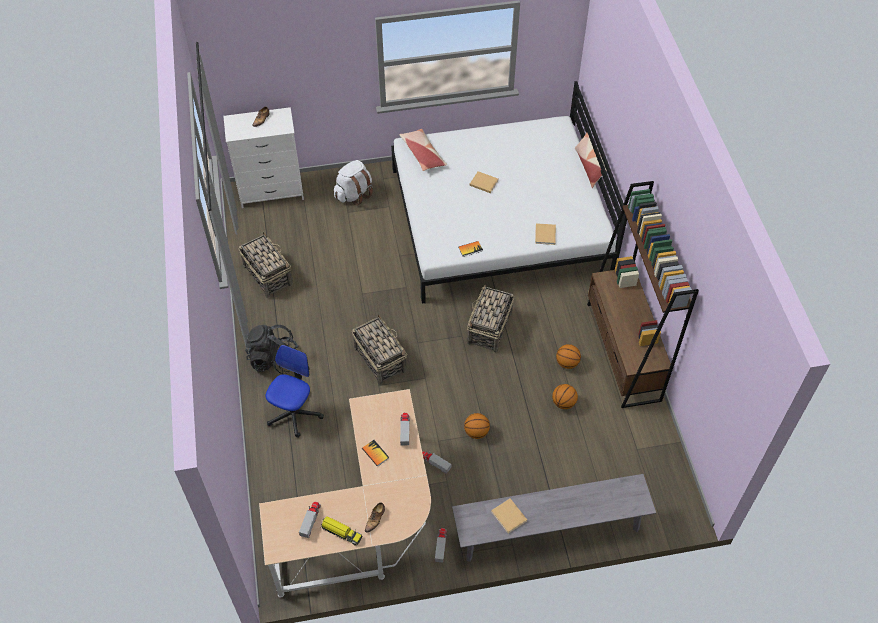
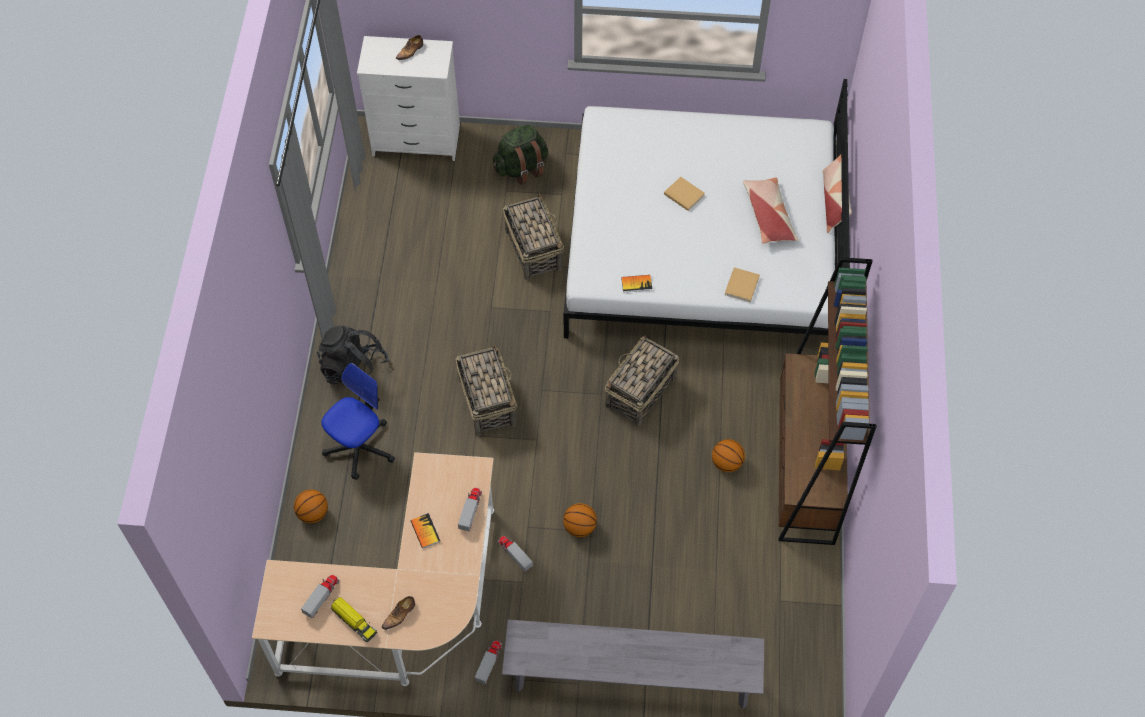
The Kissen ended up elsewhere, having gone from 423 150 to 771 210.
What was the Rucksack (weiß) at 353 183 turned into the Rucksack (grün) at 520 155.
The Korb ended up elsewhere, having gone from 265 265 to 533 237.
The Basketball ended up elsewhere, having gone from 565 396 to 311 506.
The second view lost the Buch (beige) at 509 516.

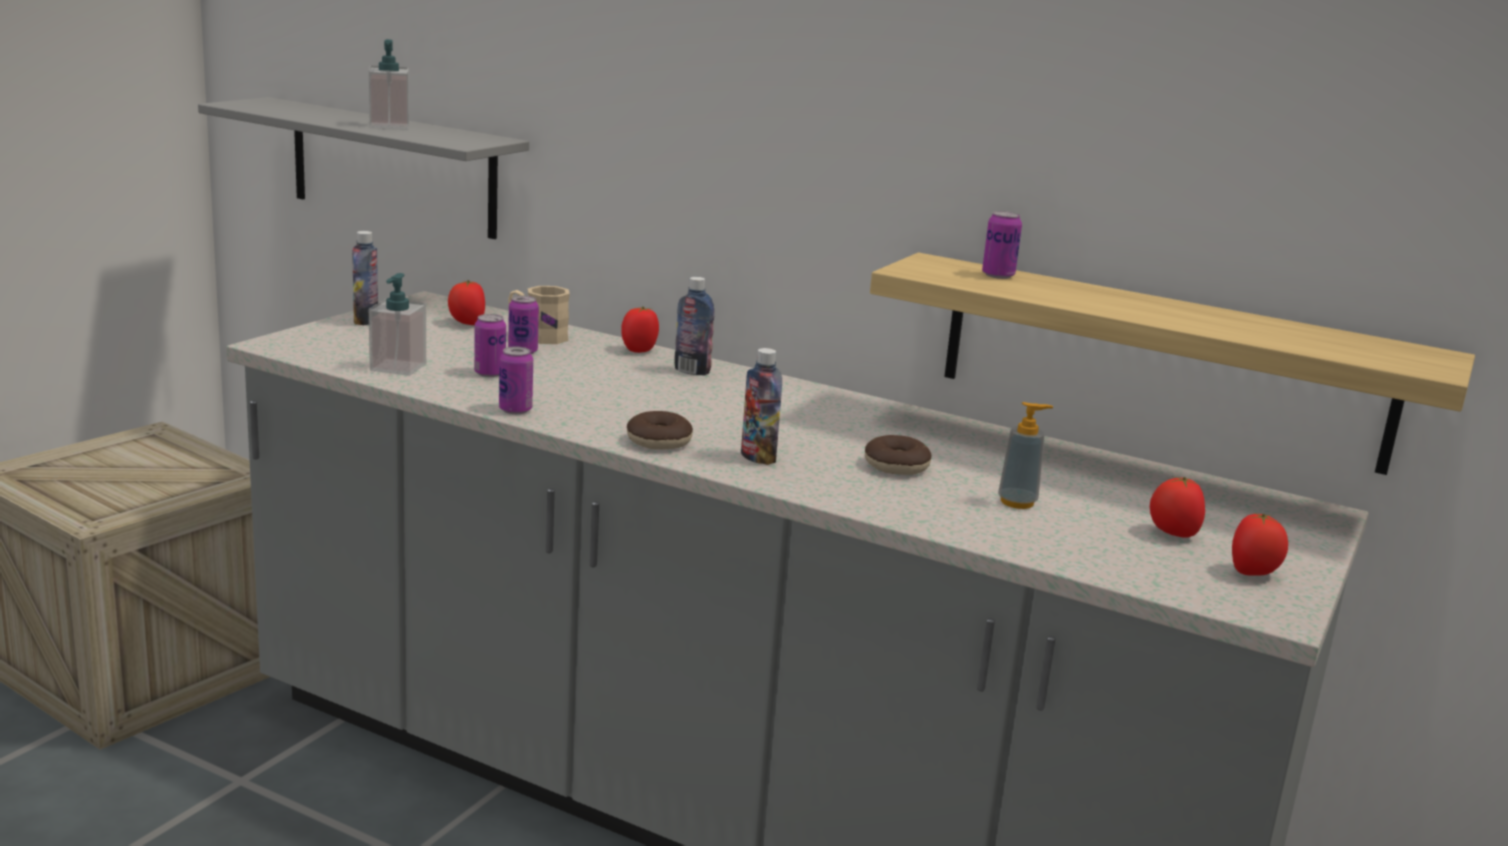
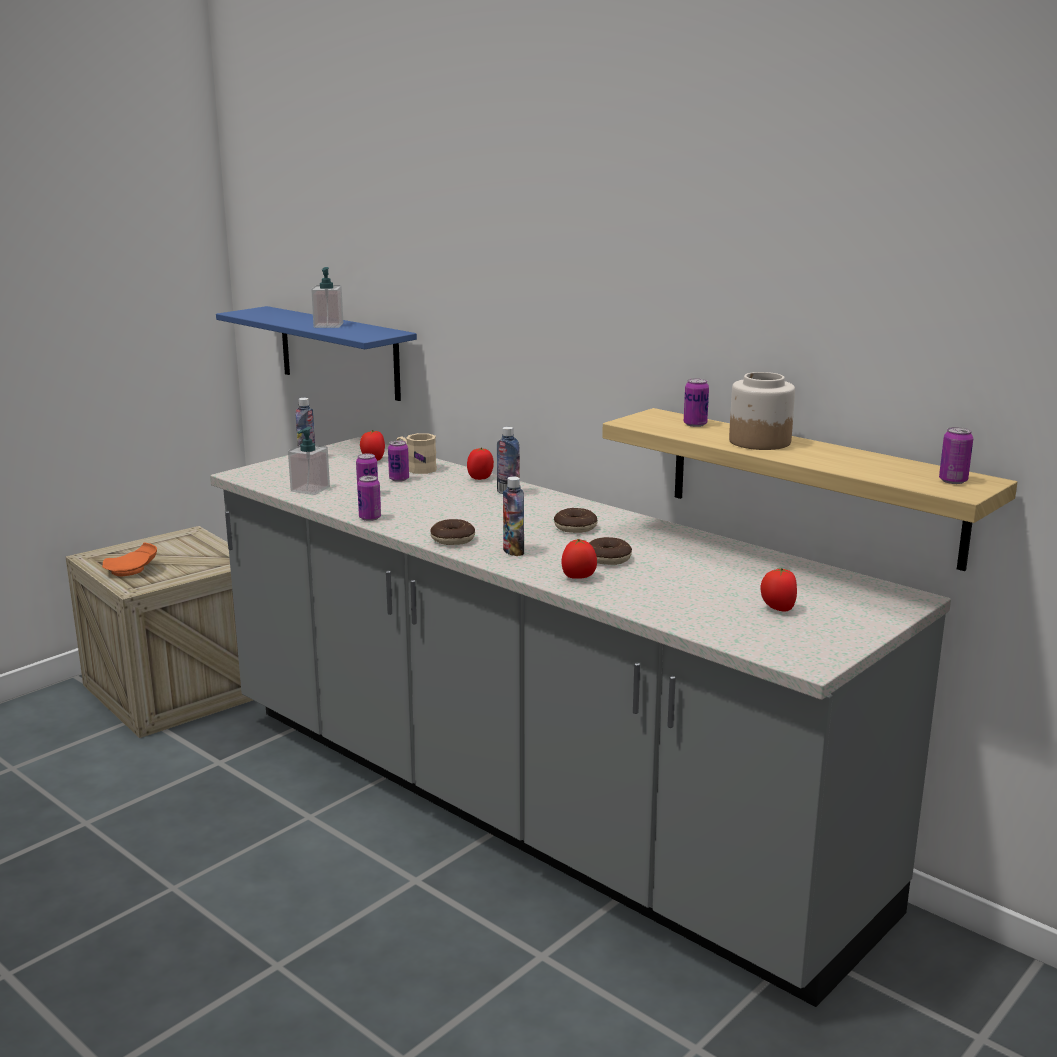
What was the Wandregal (grau) at 363 168 turned into the Wandregal (blau) at 316 353.
The second view lost the Seifenspender at 1025 455.
The Tomate ended up elsewhere, having gone from 1260 544 to 579 559.
The second view gained the Vorratsglas at 762 411.
The second view gained the Dose at 956 455.
The second view gained the Donut at 575 520.
The second view gained the Teller (orange) at 129 559.

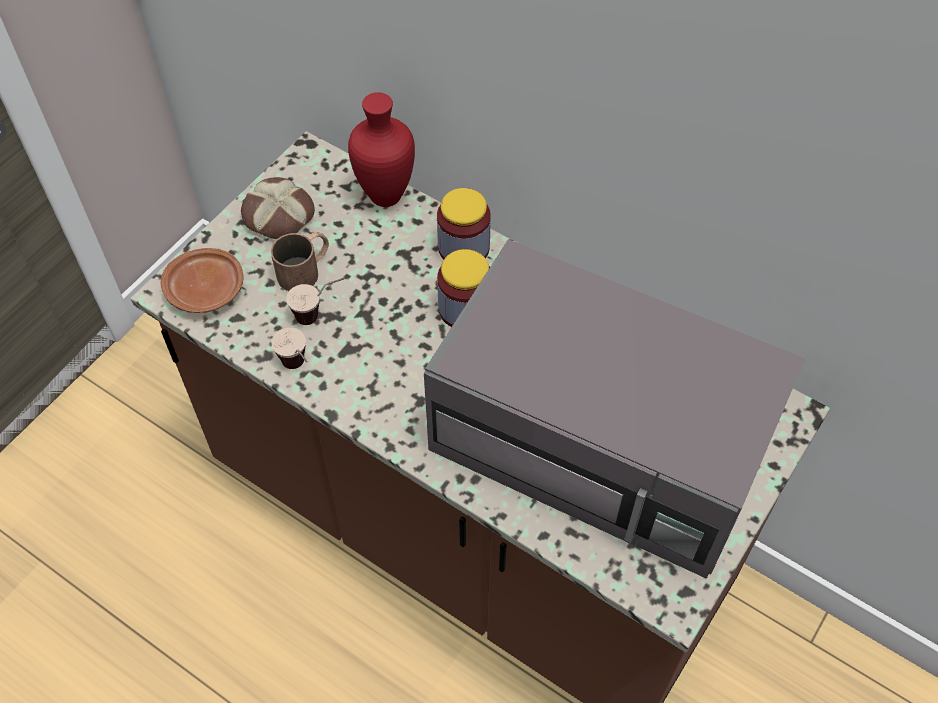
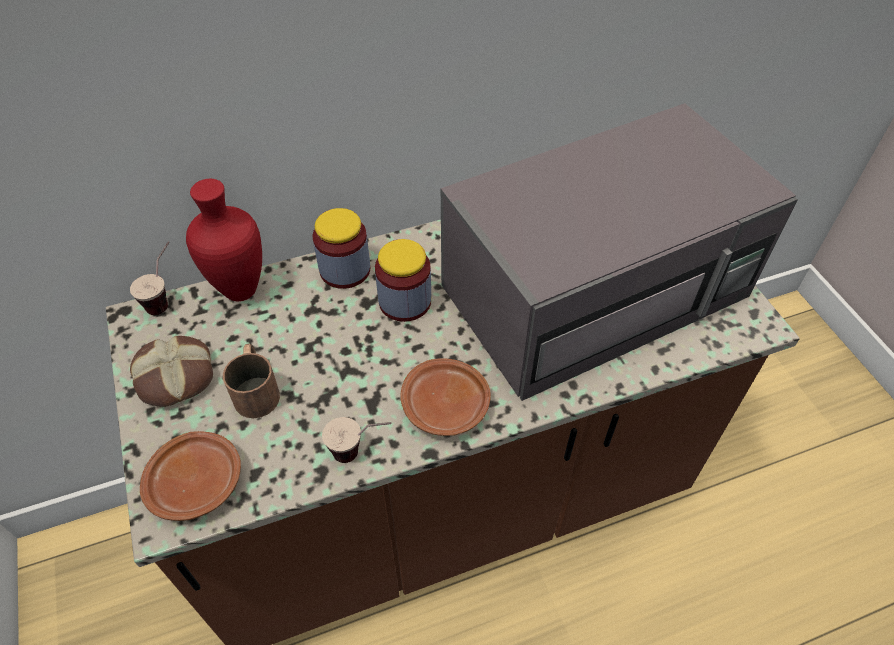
The Tasse ended up elsewhere, having gone from 316 301 to 150 278.
The second view gained the Teller (braun) at 445 397.

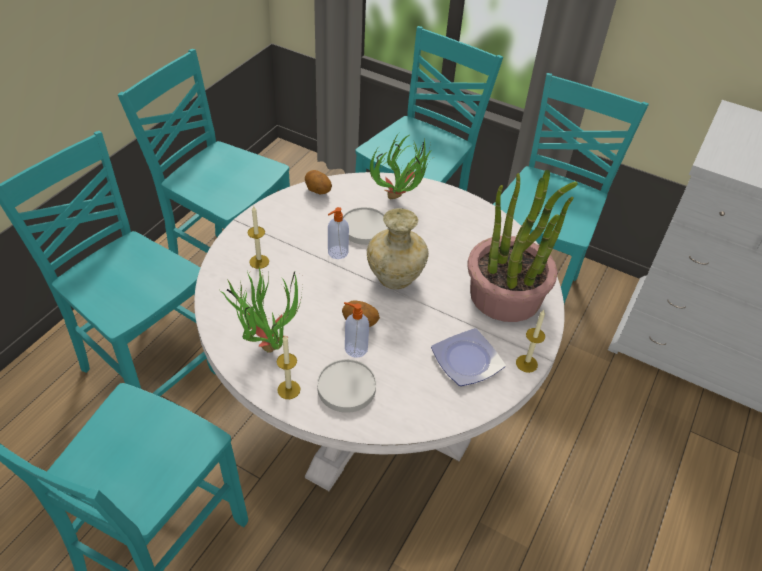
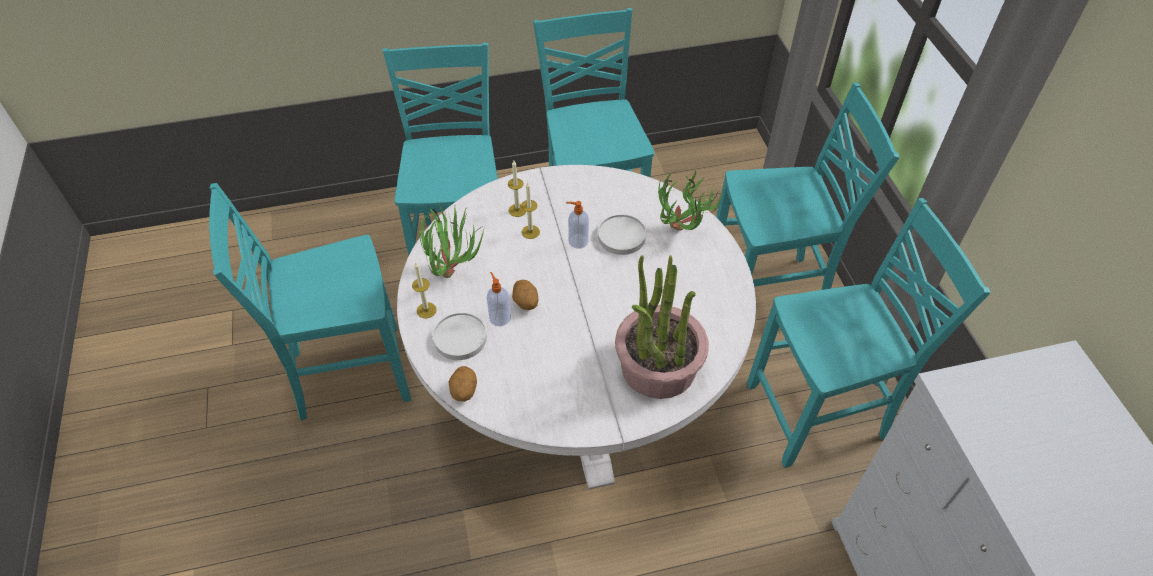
The Kartoffel ended up elsewhere, having gone from 318 182 to 463 384.
The second view lost the Vase (beige) at 398 248.
The Kerze ended up elsewhere, having gone from 530 341 to 530 211.
The second view lost the Teller at 468 357.

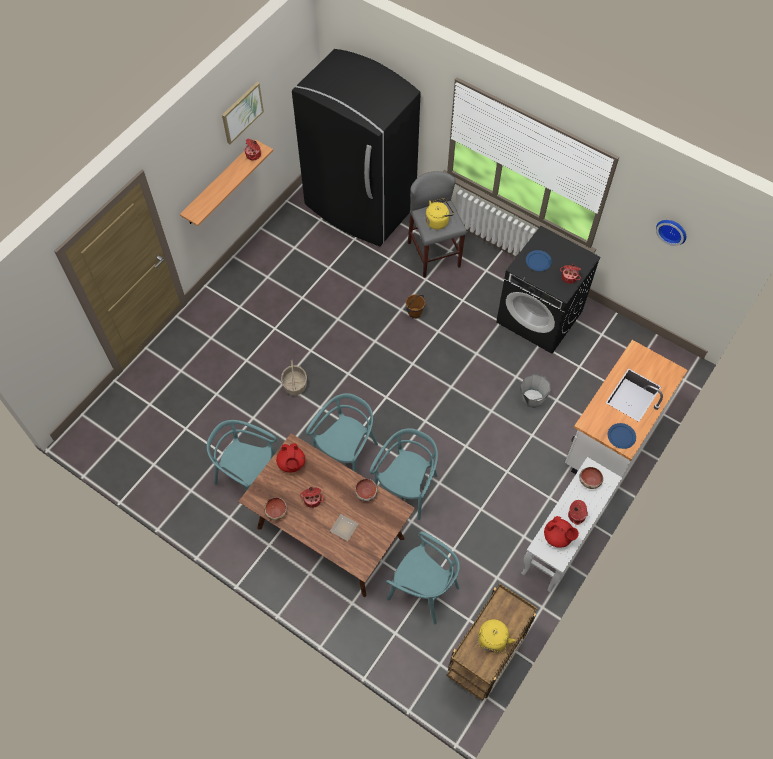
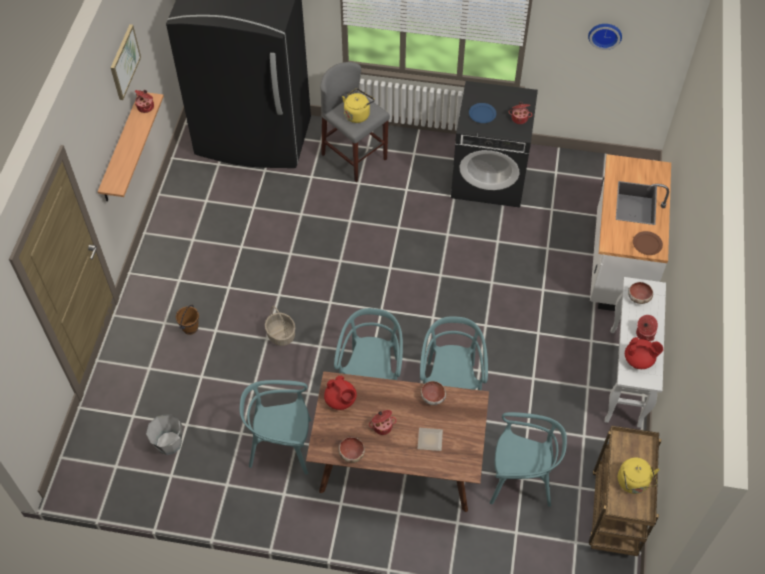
The Eimer (braun) ended up elsewhere, having gone from 415 306 to 187 320.
The Eimer (grau) ended up elsewhere, having gone from 536 391 to 164 434.
What was the Teller (blau) at 622 436 turned into the Teller (braun) at 648 243.

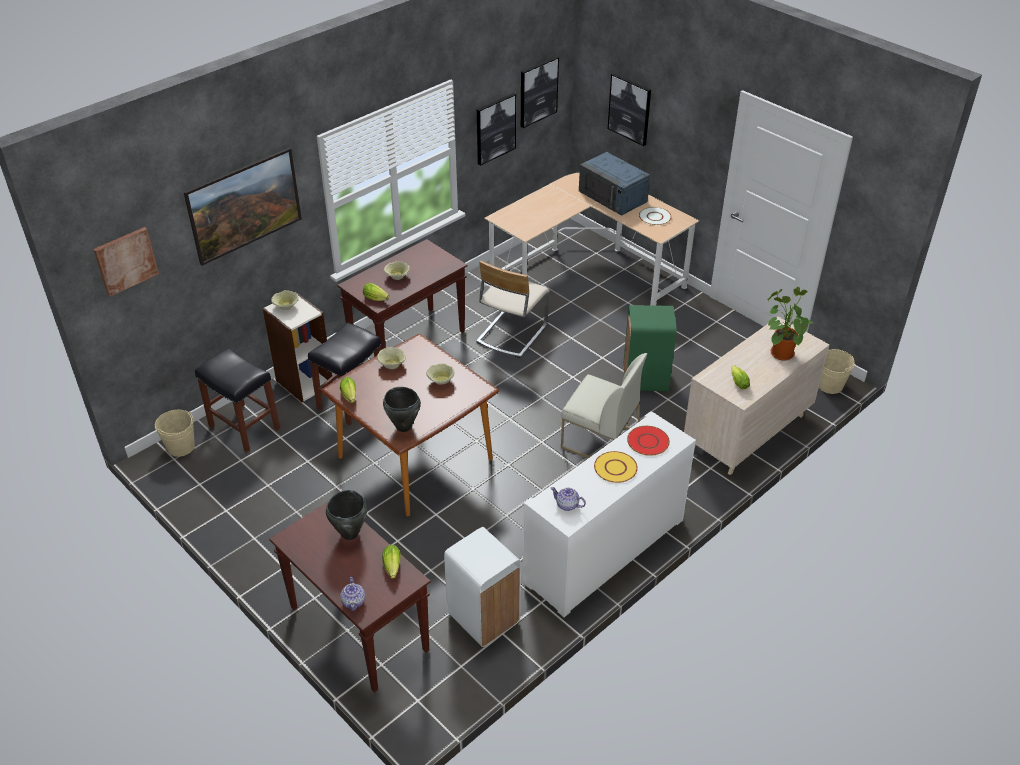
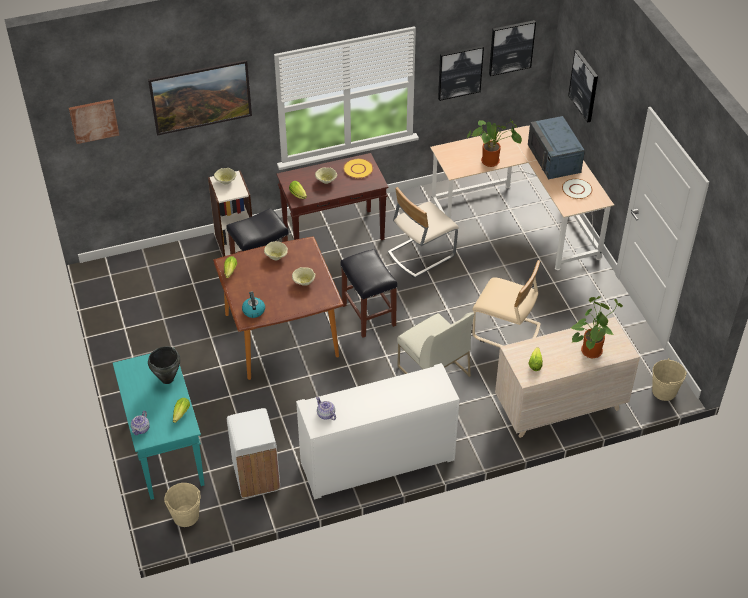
Where the Mülleimer (grün) stood at 650 348, the Stuhl (beige) came to stand at 506 304.
The Hocker (schwarz) ended up elsewhere, having gone from 237 400 to 369 293.
Where the Kochtopf (schwarz) stood at 402 409, the Wasserkessel came to stand at 253 304.
The Eimer (beige) ended up elsewhere, having gone from 175 433 to 182 505.
The second view lost the Teller (rot) at 648 441.
The Teller (gelb) ended up elsewhere, having gone from 616 467 to 358 168.
What was the Konsolentisch (braun) at 350 597 turned into the Konsolentisch (türkis) at 159 424.
The second view gained the Topfpflanze at 494 142.

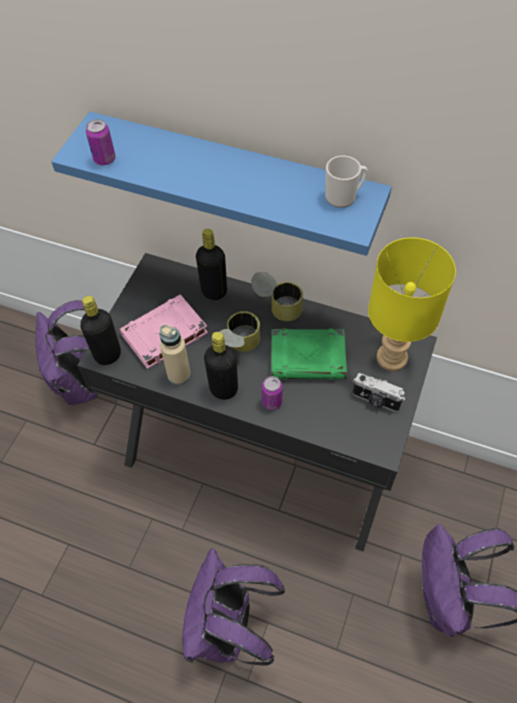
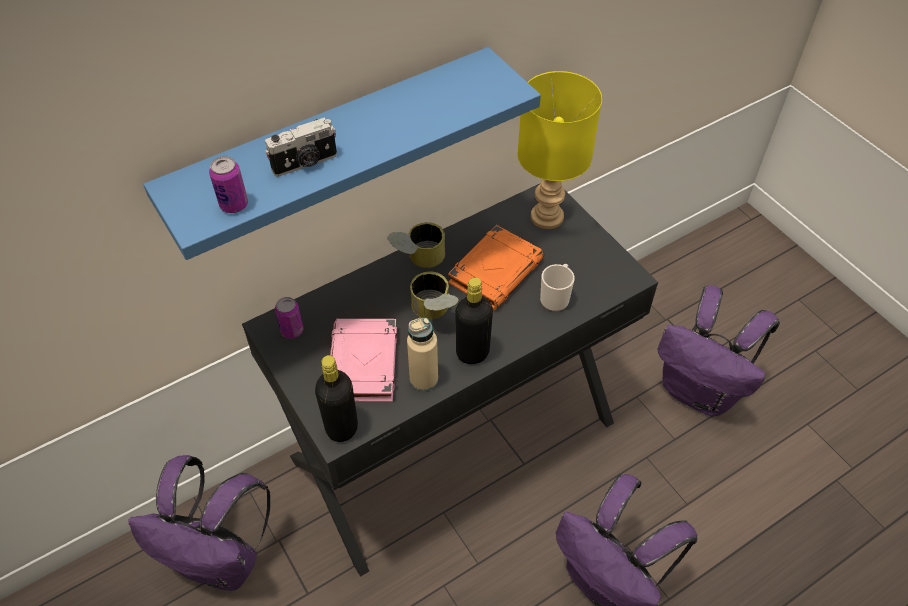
The Henkelbecher ended up elsewhere, having gone from 346 182 to 557 287.
The second view lost the Flasche (schwarz) at 211 264.
What was the Buch (grün) at 309 354 turned into the Buch (orange) at 496 267.
The Kamera ended up elsewhere, having gone from 379 392 to 301 147.
The Dose ended up elsewhere, having gone from 272 393 to 289 318.

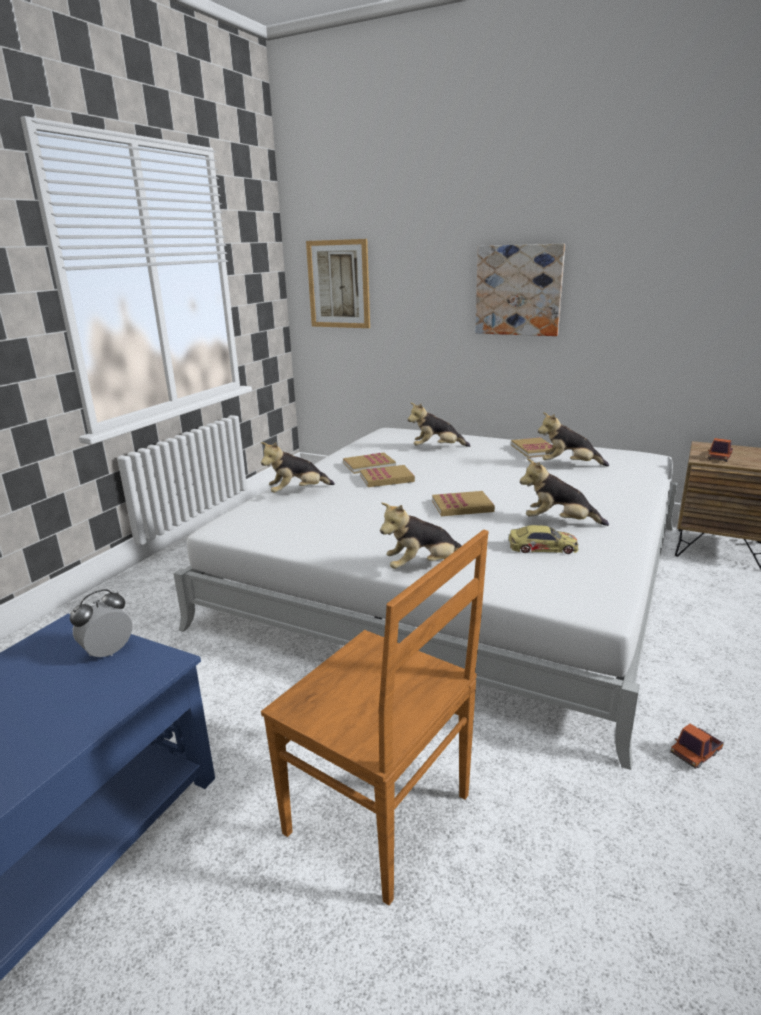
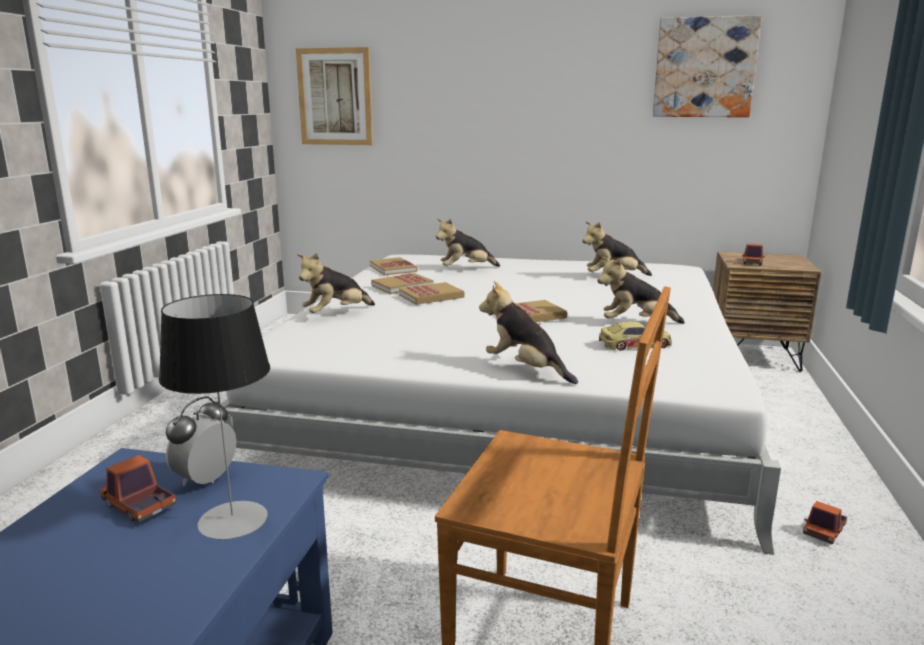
The Bild ended up elsewhere, having gone from 520 290 to 707 66.
The Buch ended up elsewhere, having gone from 532 447 to 393 266.
The Plüschtier at 421 535 ended up facing another way, 75 degrees clockwise from before.
The second view gained the Tischlampe at 214 416.
The second view gained the Spielzeuglaster at 138 488.

